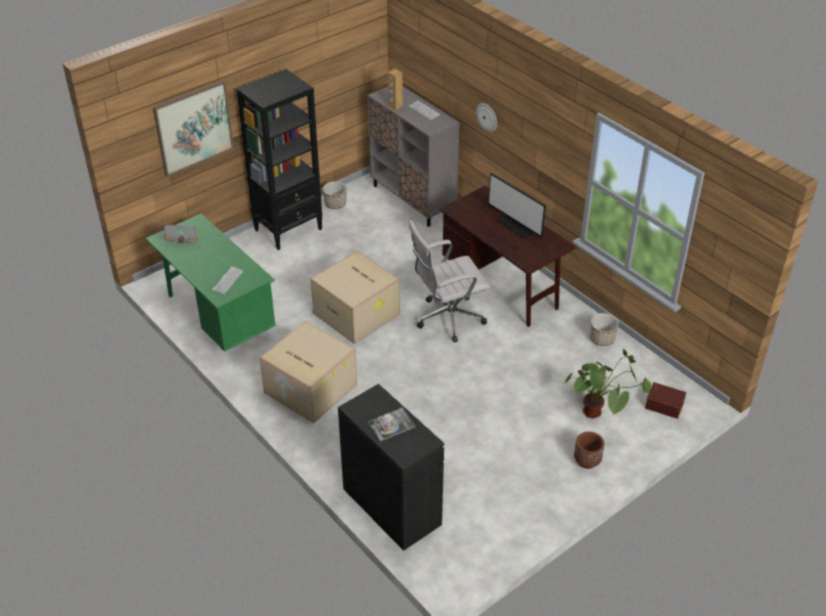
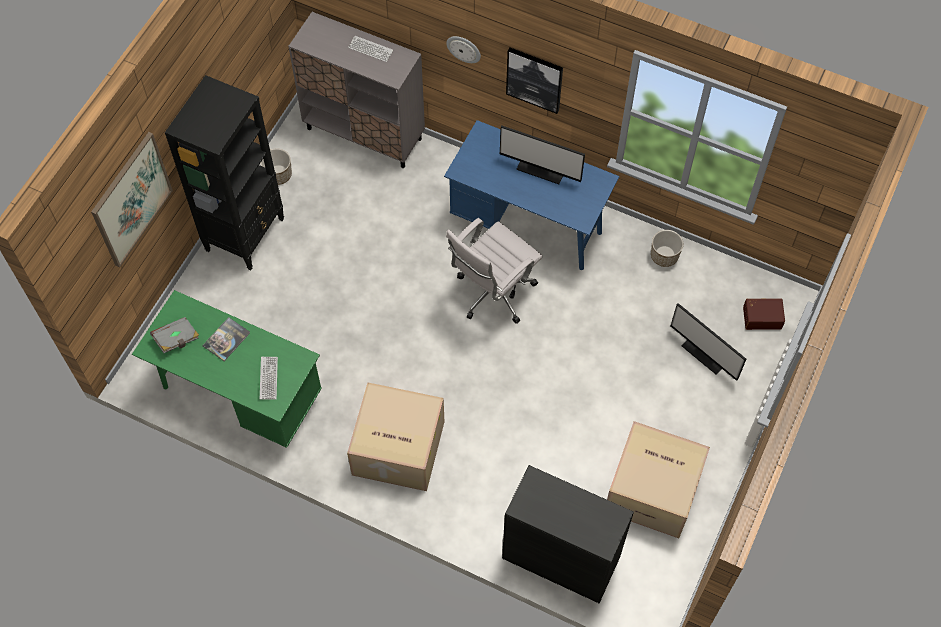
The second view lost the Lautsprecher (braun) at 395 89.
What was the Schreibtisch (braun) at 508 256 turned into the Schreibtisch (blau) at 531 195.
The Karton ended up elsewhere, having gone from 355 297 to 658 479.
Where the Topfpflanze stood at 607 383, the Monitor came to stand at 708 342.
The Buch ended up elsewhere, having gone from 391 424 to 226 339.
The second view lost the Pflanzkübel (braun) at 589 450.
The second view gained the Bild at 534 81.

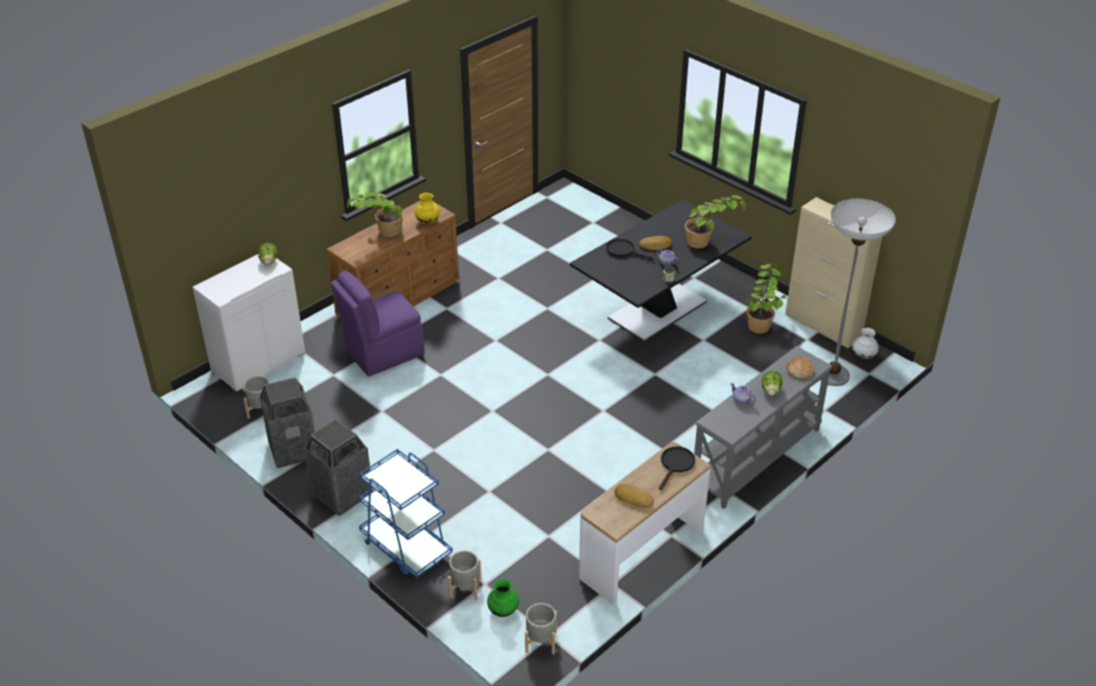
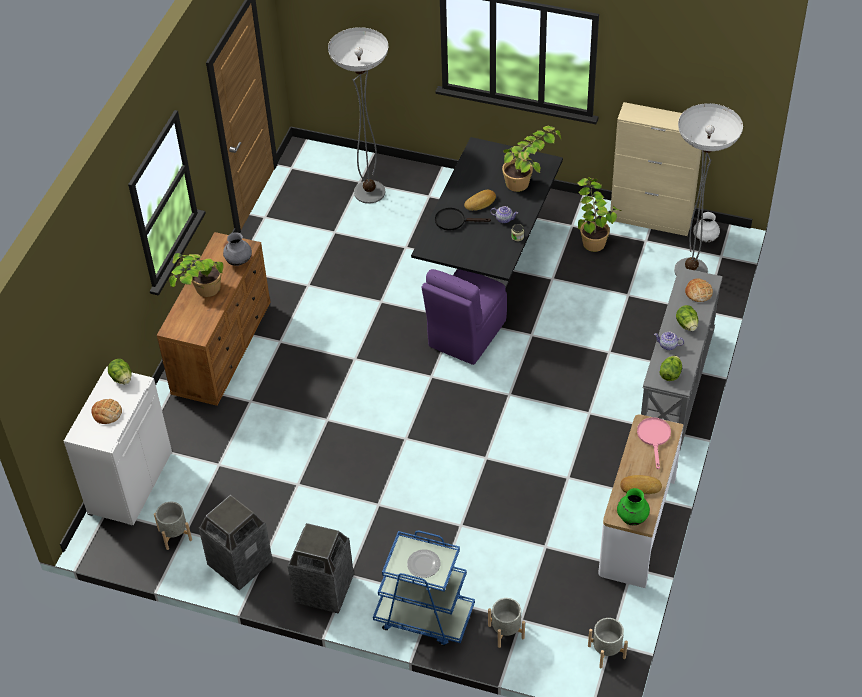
What was the Vase (gelb) at 427 208 turned into the Vase (grau) at 237 249.
The Stuhl (lila) ended up elsewhere, having gone from 377 324 to 464 317.
What was the Pfanne (schwarz) at 677 468 turned into the Pfanne (rosa) at 654 443.
The Vase (grün) ended up elsewhere, having gone from 503 598 to 633 506.
The second view gained the Stehlampe at 358 115.
The second view gained the Salatkopf at 670 368.
The second view gained the Brot at 106 411.
The second view gained the Teller at 423 563.

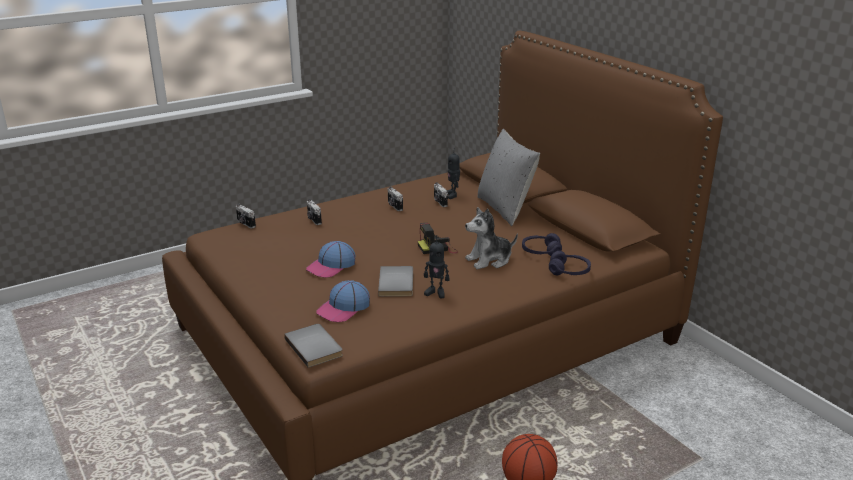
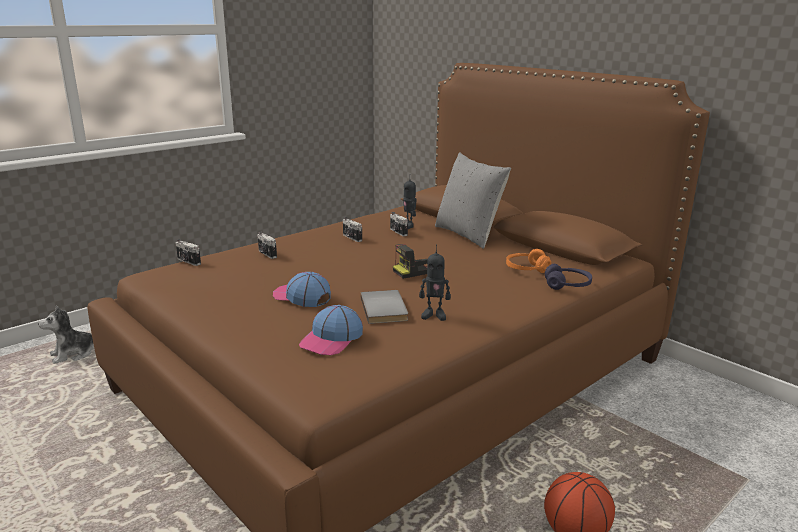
The Plüschtier ended up elsewhere, having gone from 491 238 to 66 335.
What was the Kopfhörer (lila) at 542 244 turned into the Kopfhörer (orange) at 528 261.
The Kappe at 330 259 ended up facing another way, 90 degrees clockwise from before.
The second view lost the Buch (grau) at 313 346.

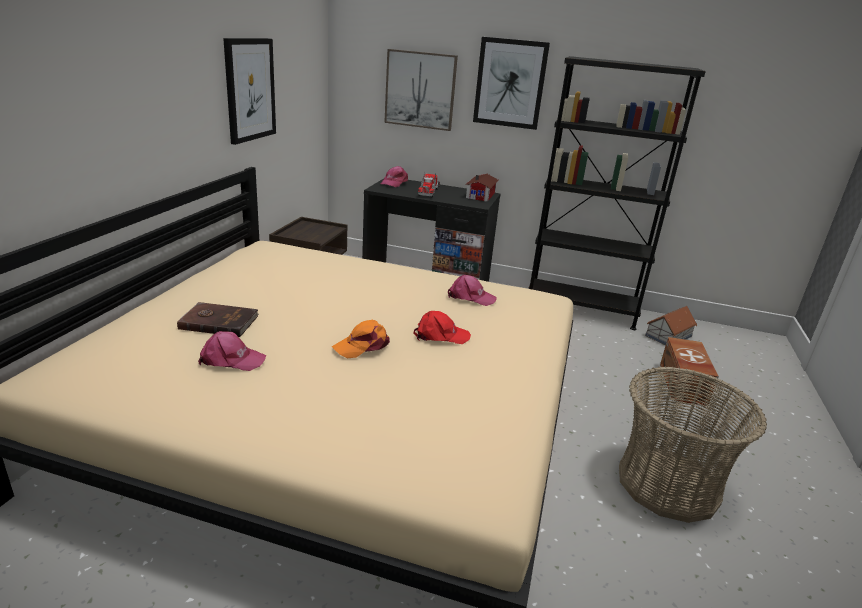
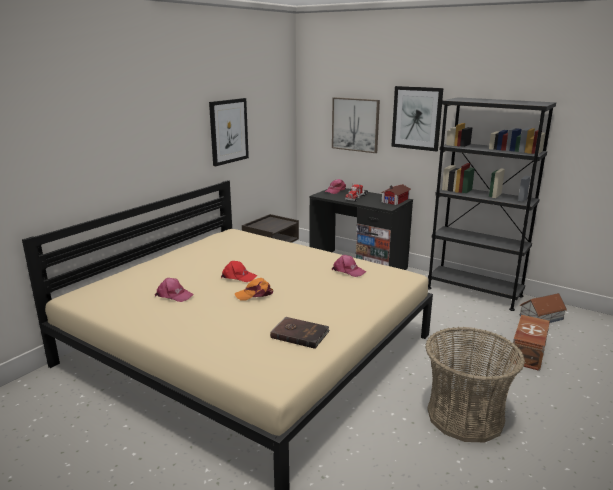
The Buch (braun) ended up elsewhere, having gone from 218 319 to 300 333.
The Kappe (rot) ended up elsewhere, having gone from 442 327 to 239 271.

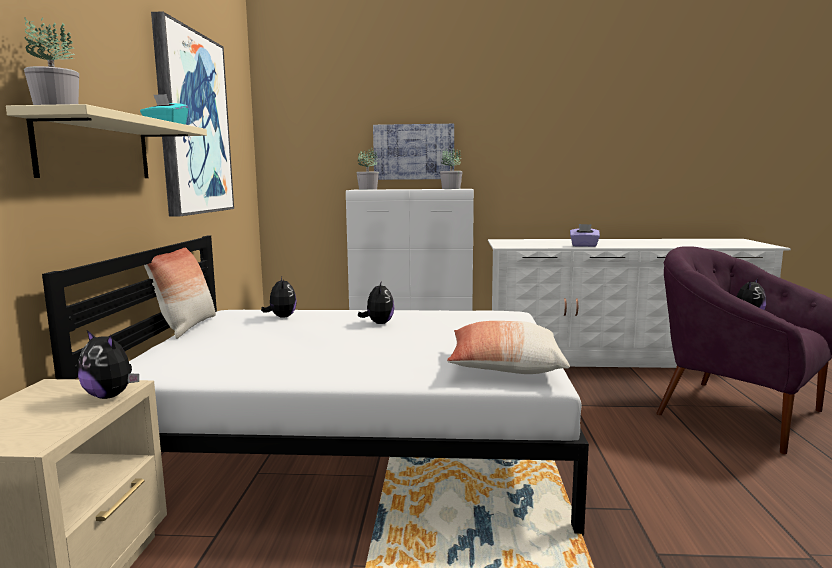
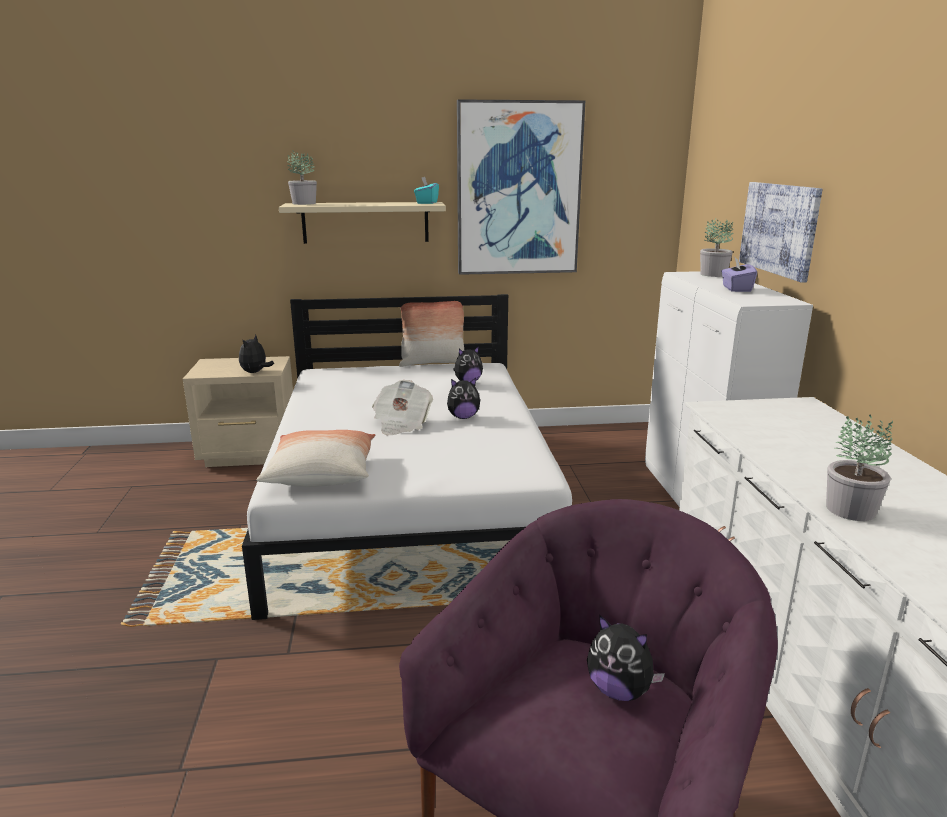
The Topfpflanze ended up elsewhere, having gone from 451 168 to 859 467.
The Taschentuchbox (lila) ended up elsewhere, having gone from 585 235 to 739 275.
The second view gained the Zeitung at 402 407.

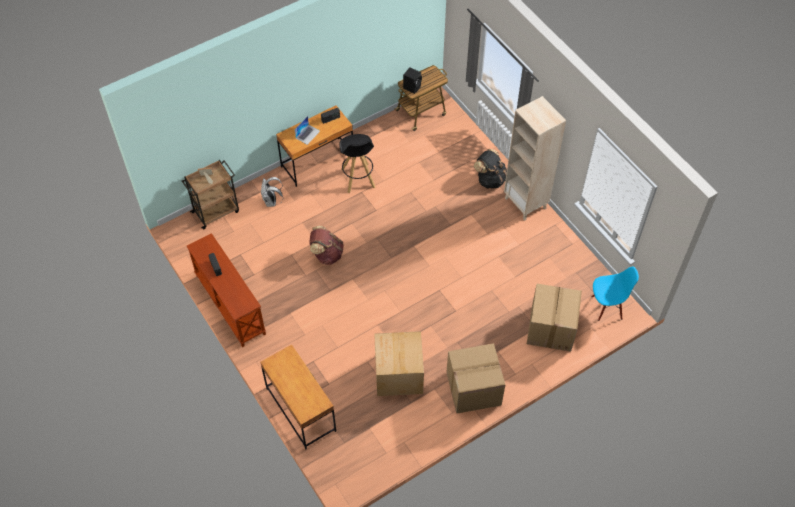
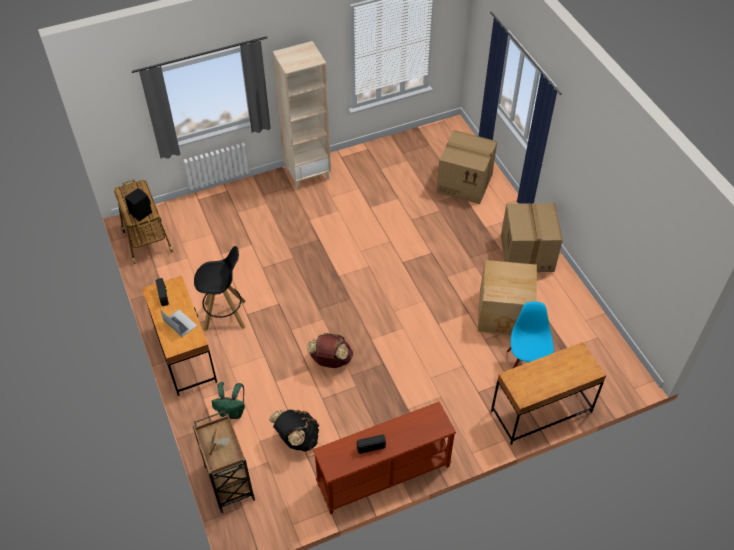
The Rucksack (schwarz) ended up elsewhere, having gone from 490 169 to 294 430.
What was the Rucksack (weiß) at 272 192 turned into the Rucksack (grün) at 228 400.
The Stuhl (blau) ended up elsewhere, having gone from 615 294 to 530 335.

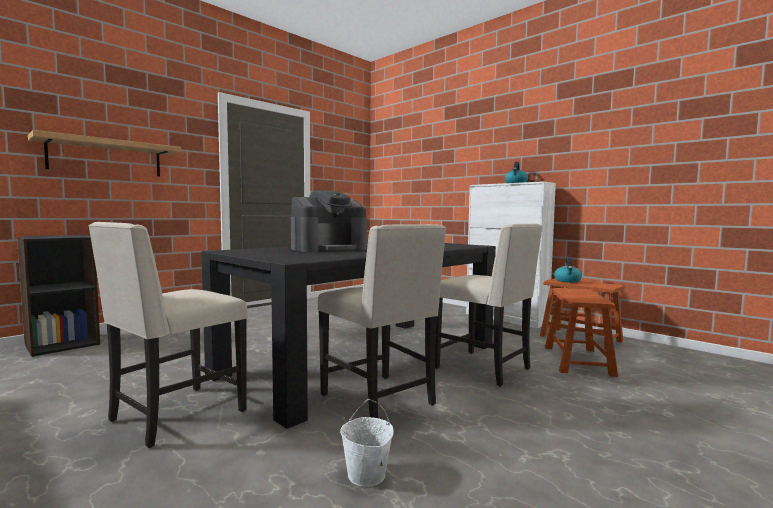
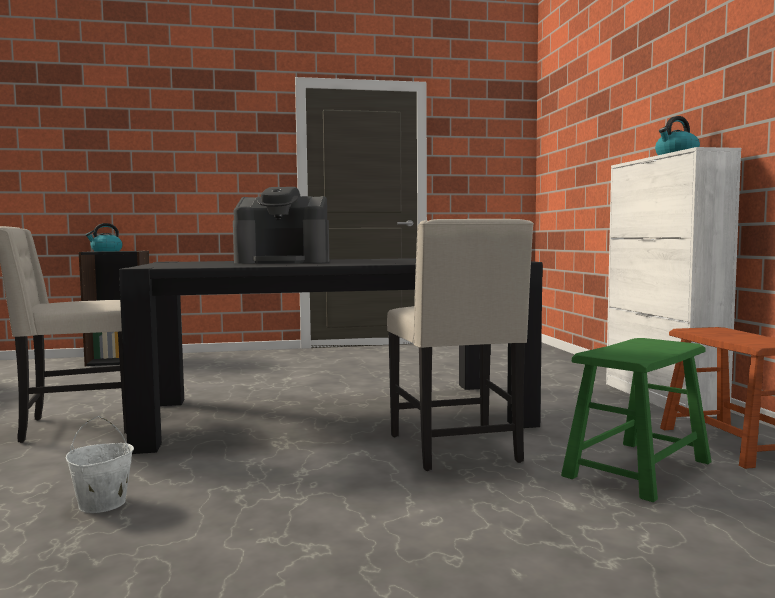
The second view lost the Wandregal at 104 153.
The second view lost the Stuhl (beige) at 382 321.
The Wasserkessel ended up elsewhere, having gone from 568 269 to 104 237.
What was the Hocker (braun) at 581 332 turned into the Hocker (grün) at 636 420.

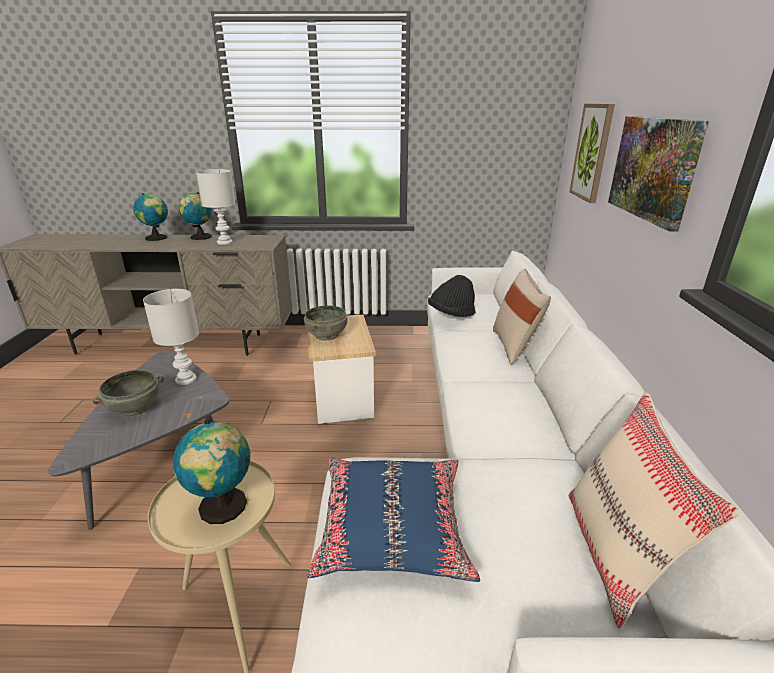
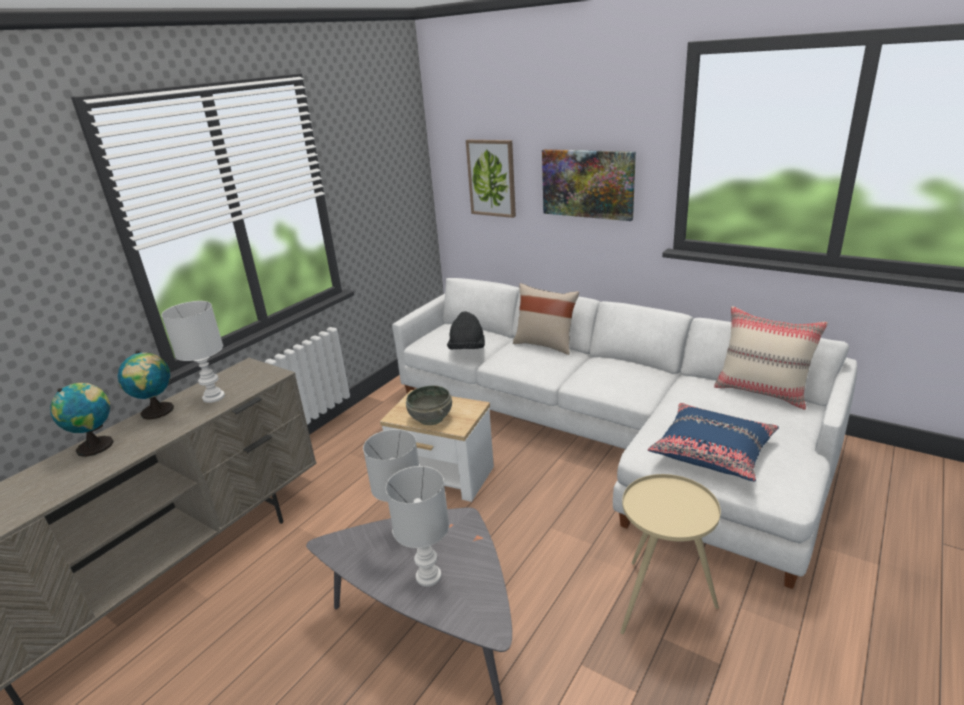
Where the Schüssel (grau) stood at 128 393, the Tischlampe (weiß) came to stand at 417 526.
The second view lost the Globus at 211 471.

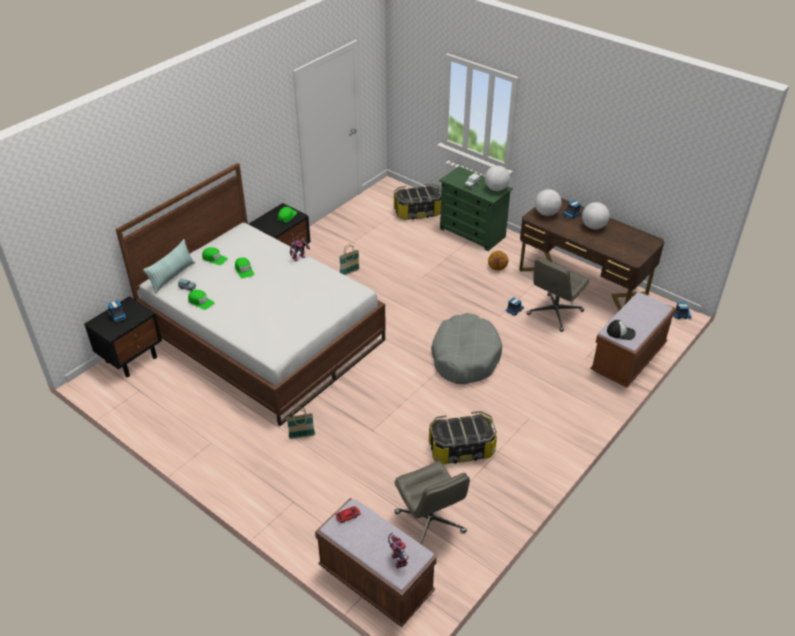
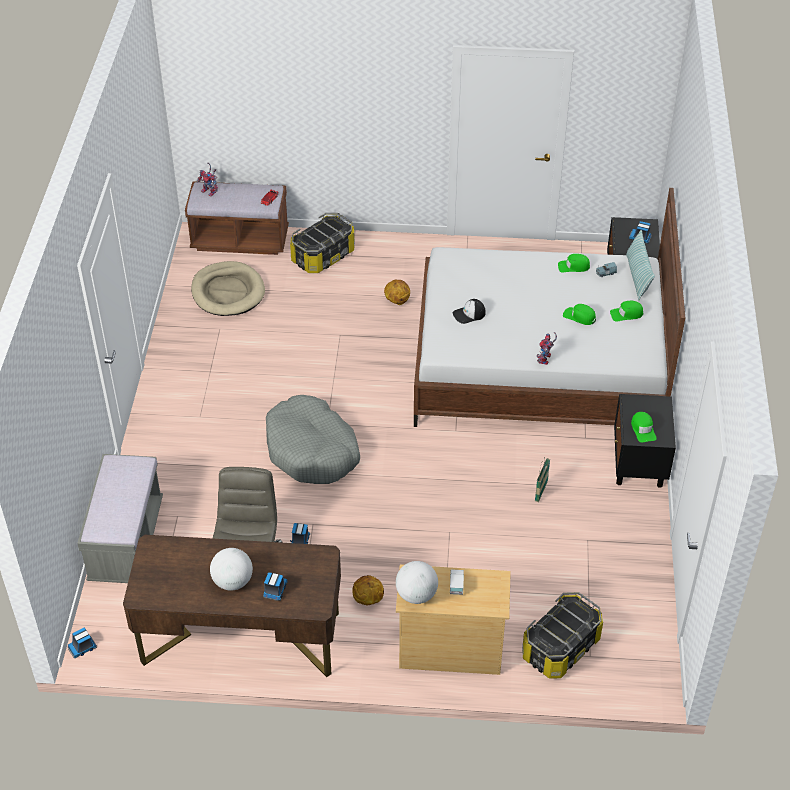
What was the Kommode (grün) at 476 208 turned into the Kommode (beige) at 453 620.
The second view lost the Globus at 548 202.
What was the Bank (braun) at 633 340 turned into the Bank (grau) at 120 518.
The Kappe ended up elsewhere, having gone from 621 330 to 469 311.
Where the Korb stood at 300 423, the Basketball came to stand at 397 292.
The Aufbewahrungsbox ended up elsewhere, having gone from 463 437 to 322 243.
Where the Bürostuhl (grau) stood at 432 502, the Hundebett (beige) came to stand at 228 288.

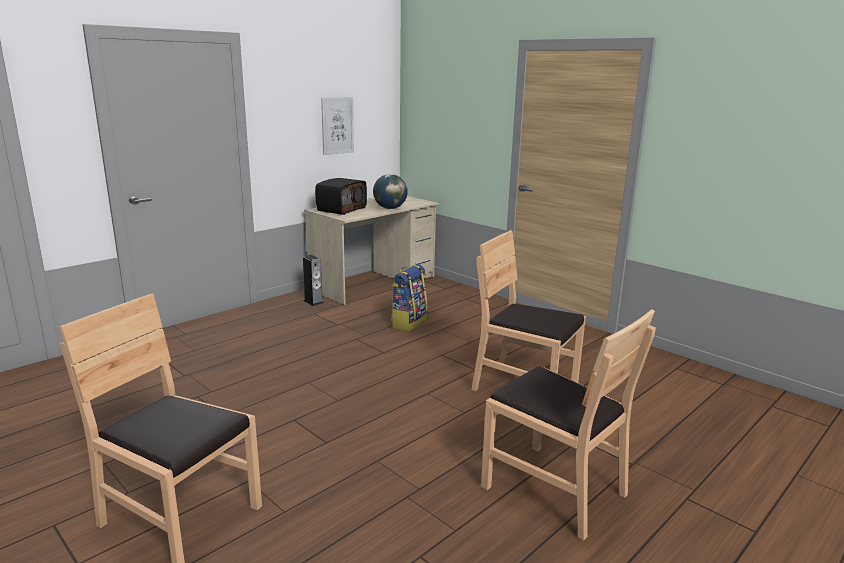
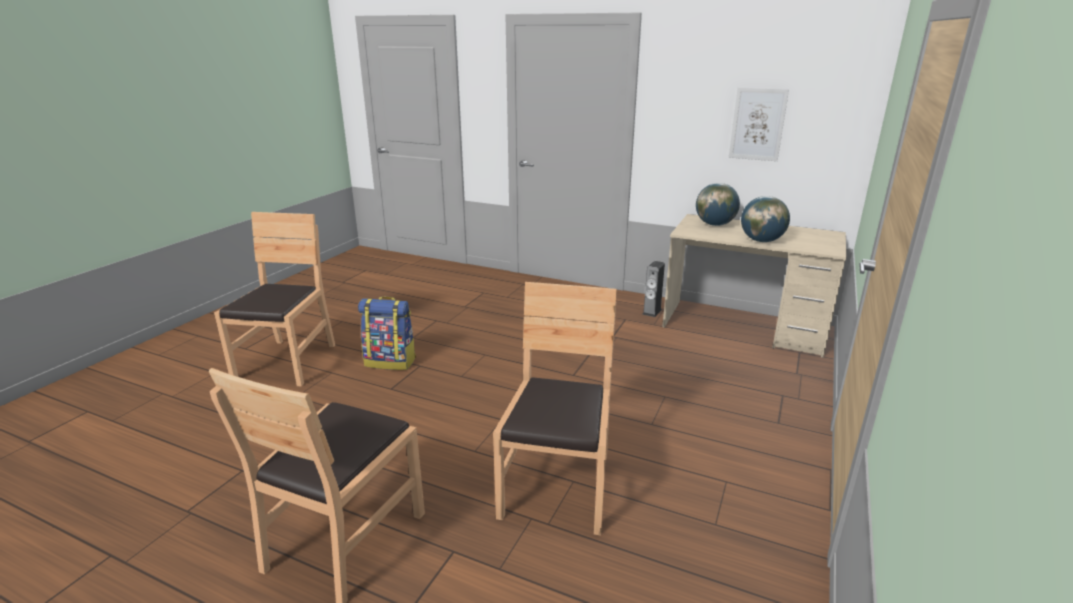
Where the Radio stood at 341 196, the Globus came to stand at 718 204.
The Rucksack ended up elsewhere, having gone from 409 297 to 387 333.

